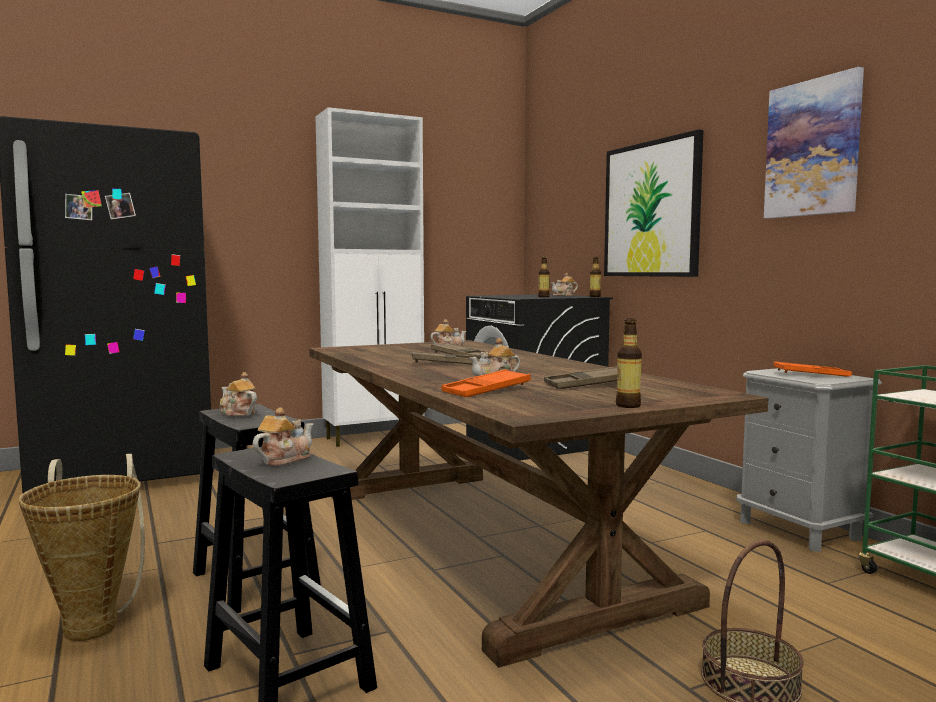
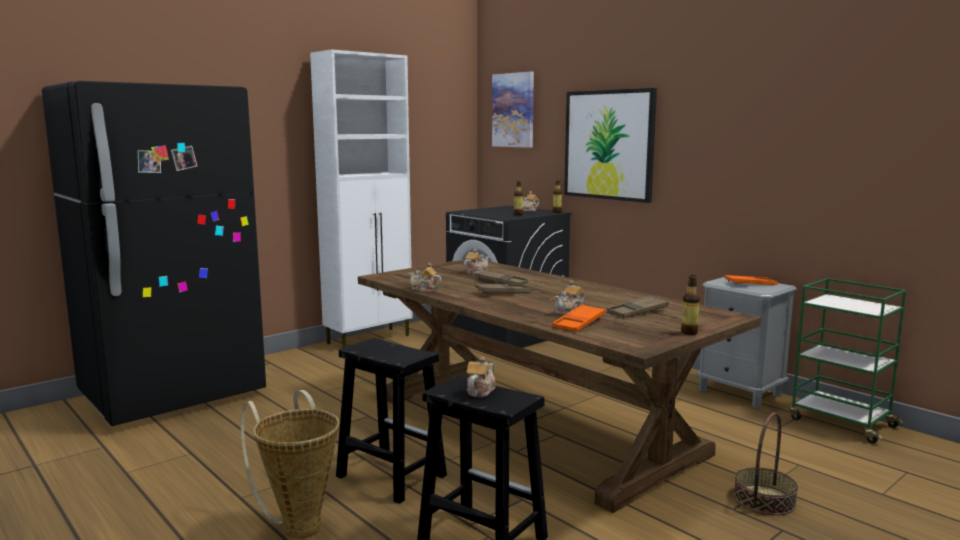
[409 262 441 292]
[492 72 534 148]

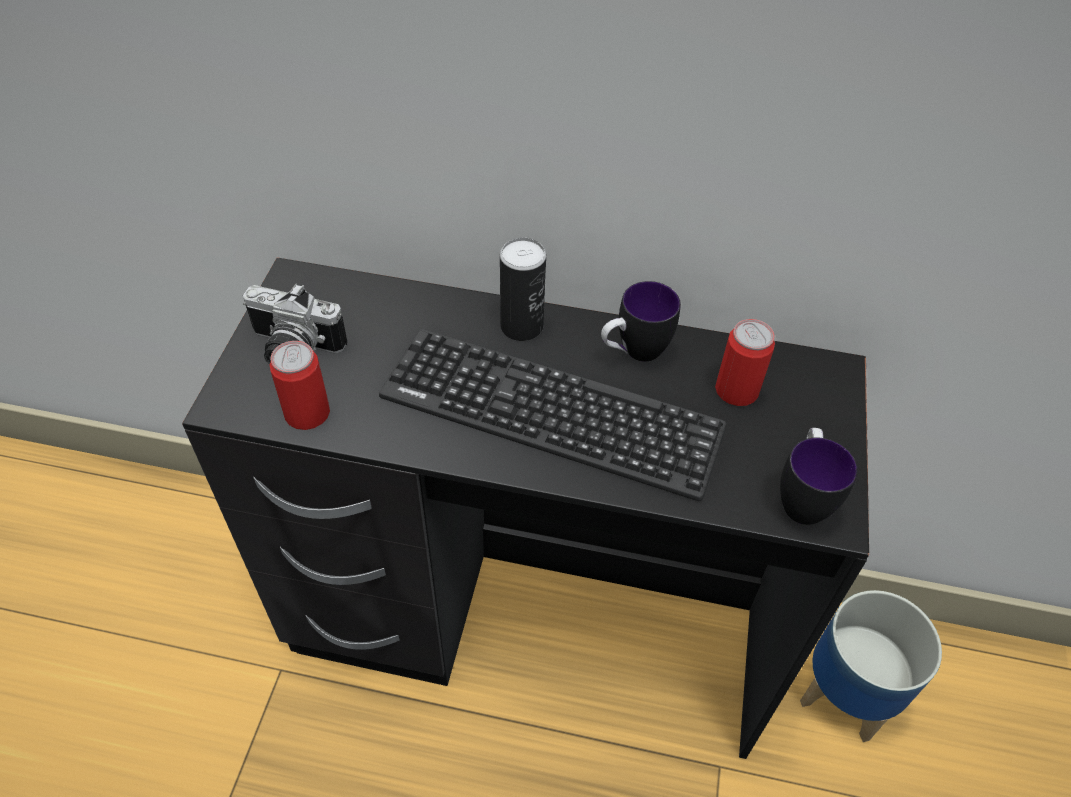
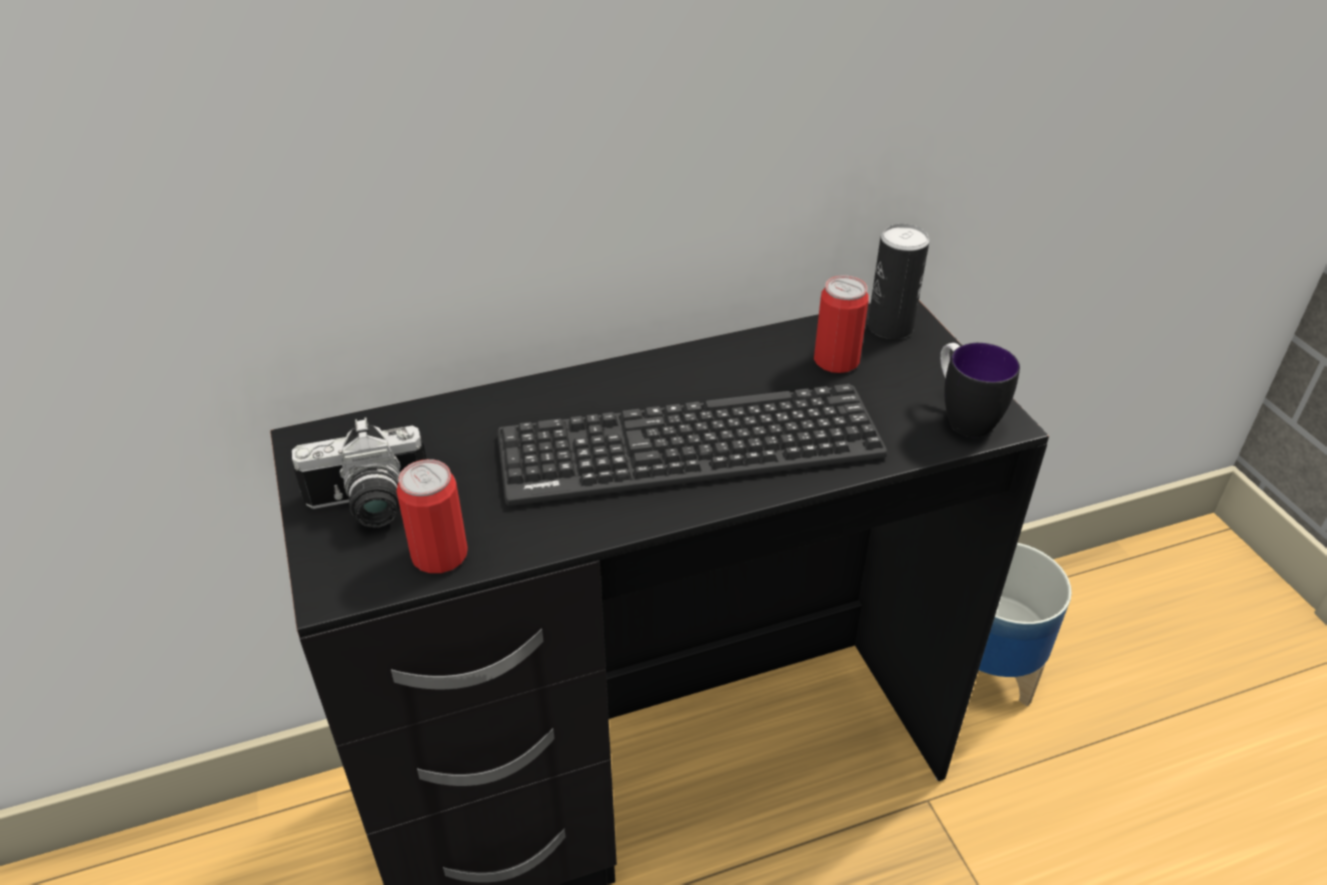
[868 224 930 339]
[601 281 681 362] (first image)

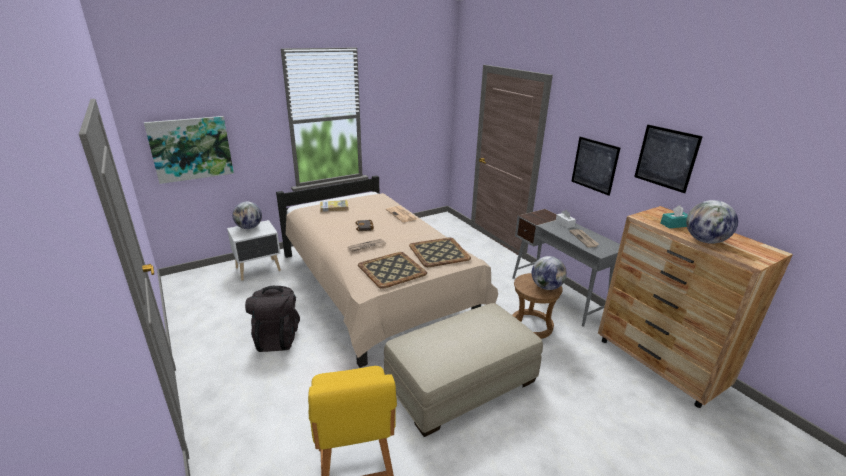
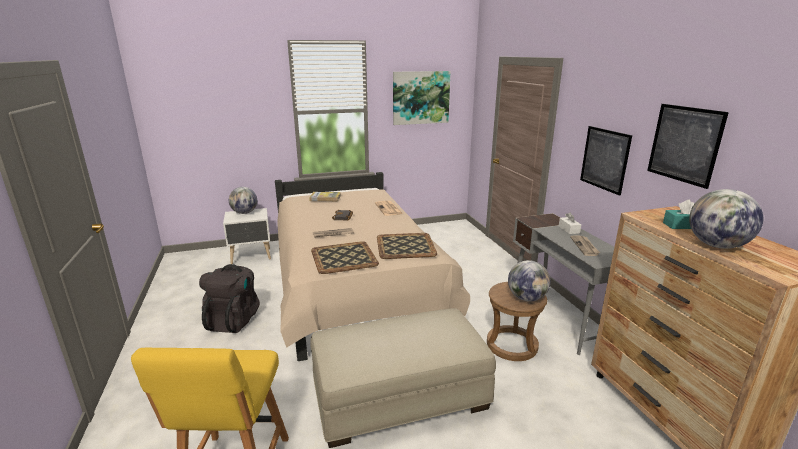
[393 71 451 125]

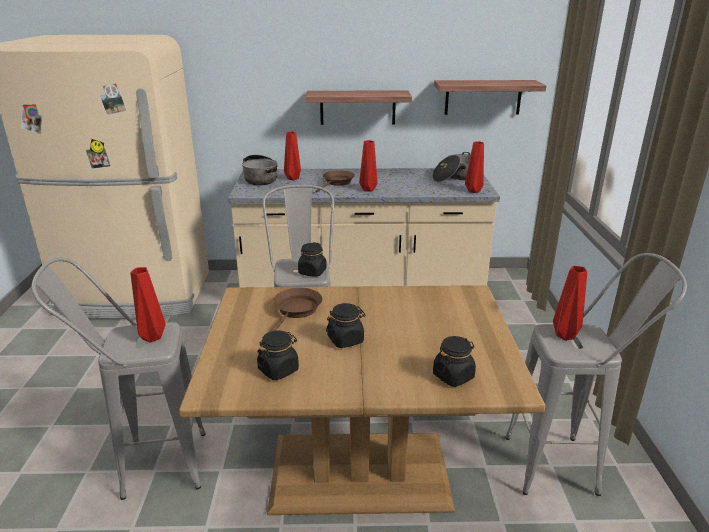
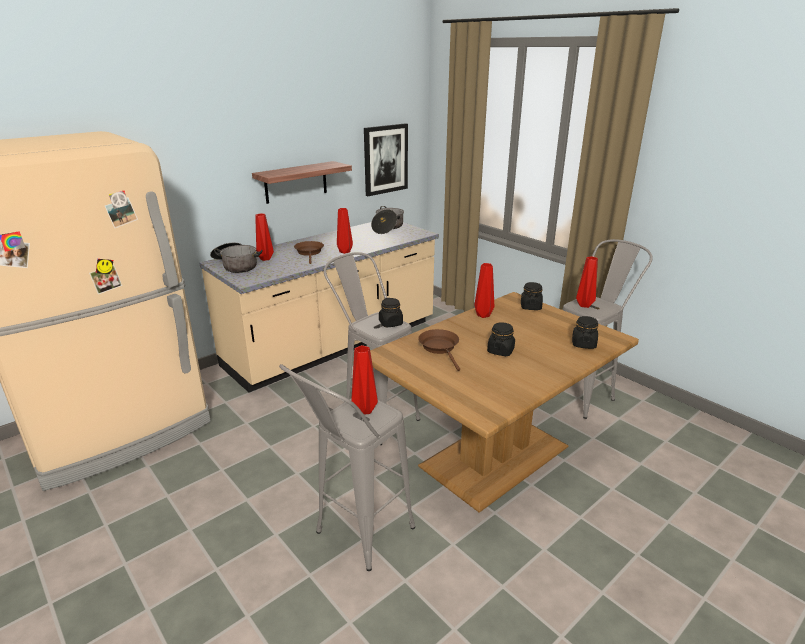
[364 123 408 196]
[474 263 494 318]
[521 282 543 310]

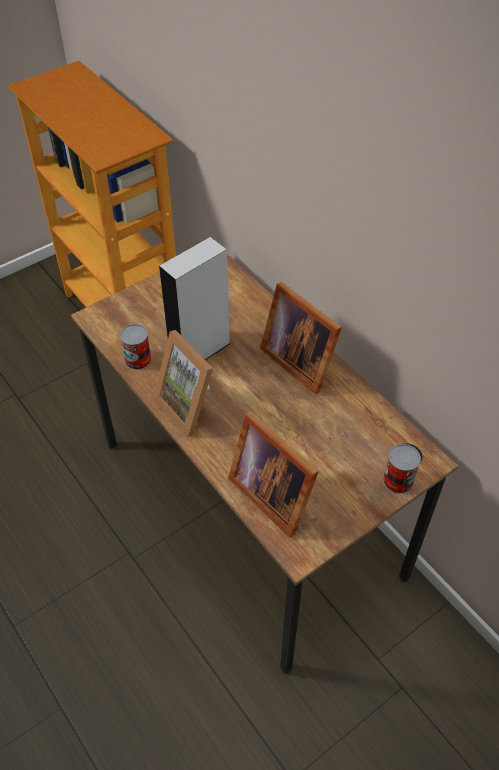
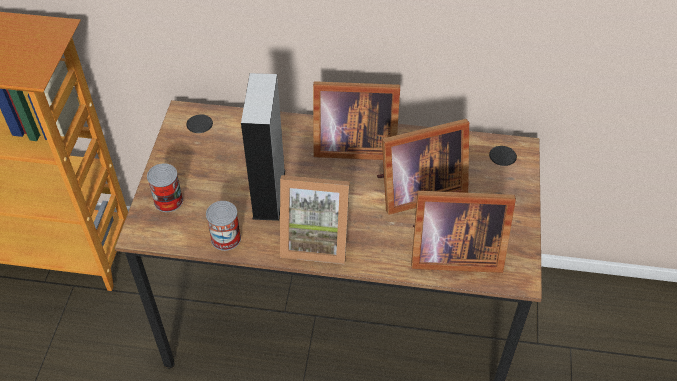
[147 163 183 212]
[377 119 469 215]

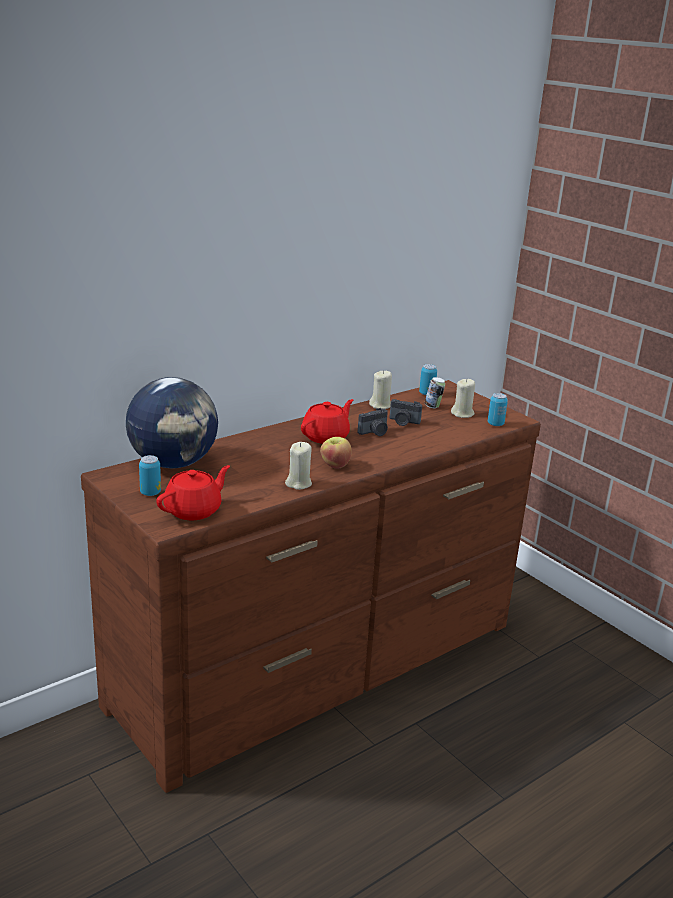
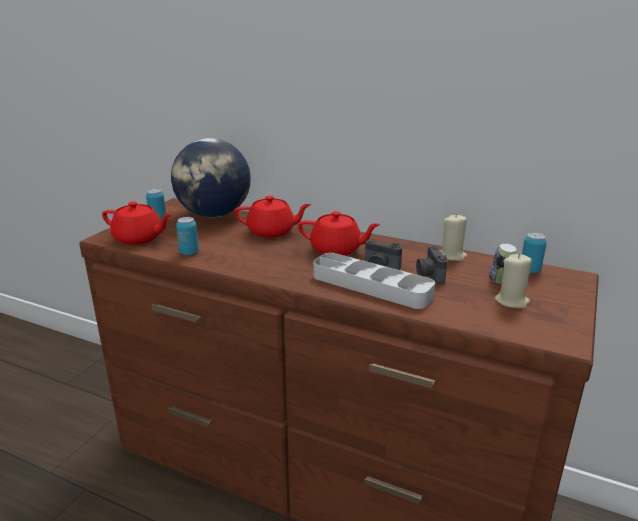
[176 217 199 255]
[234 196 311 238]
[313 253 435 309]
[285 442 312 490] (first image)
[320 437 352 469] (first image)

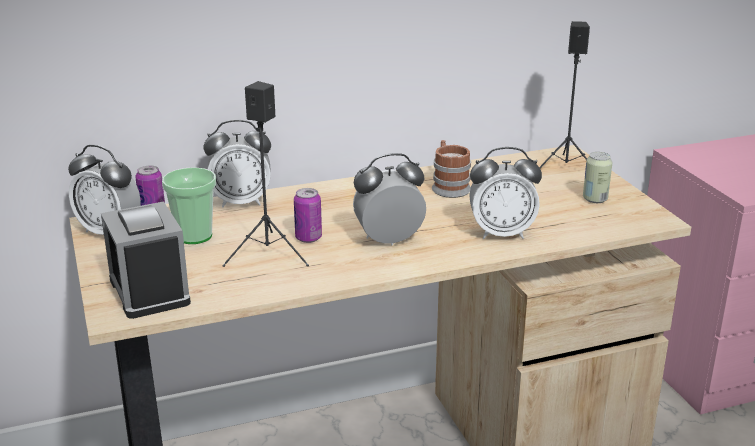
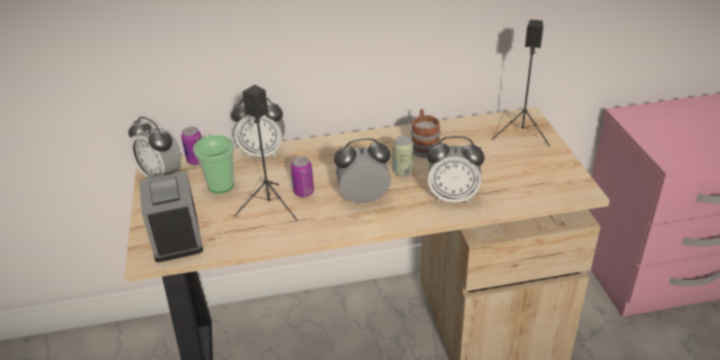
[393 136 413 176]

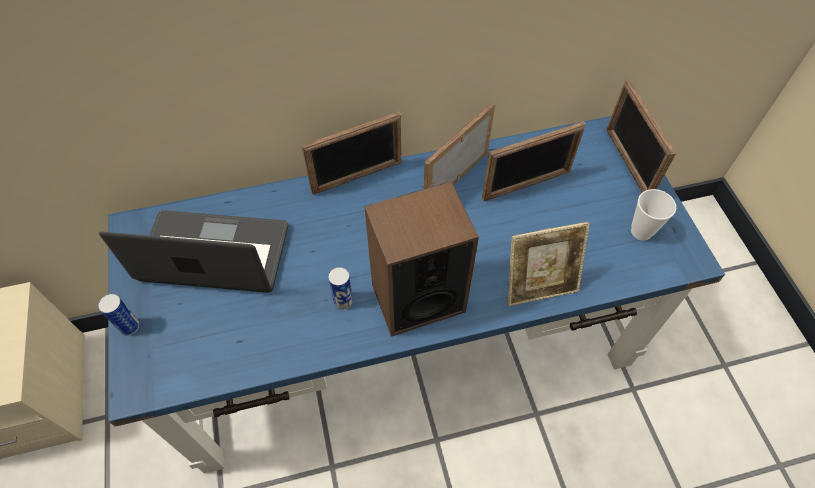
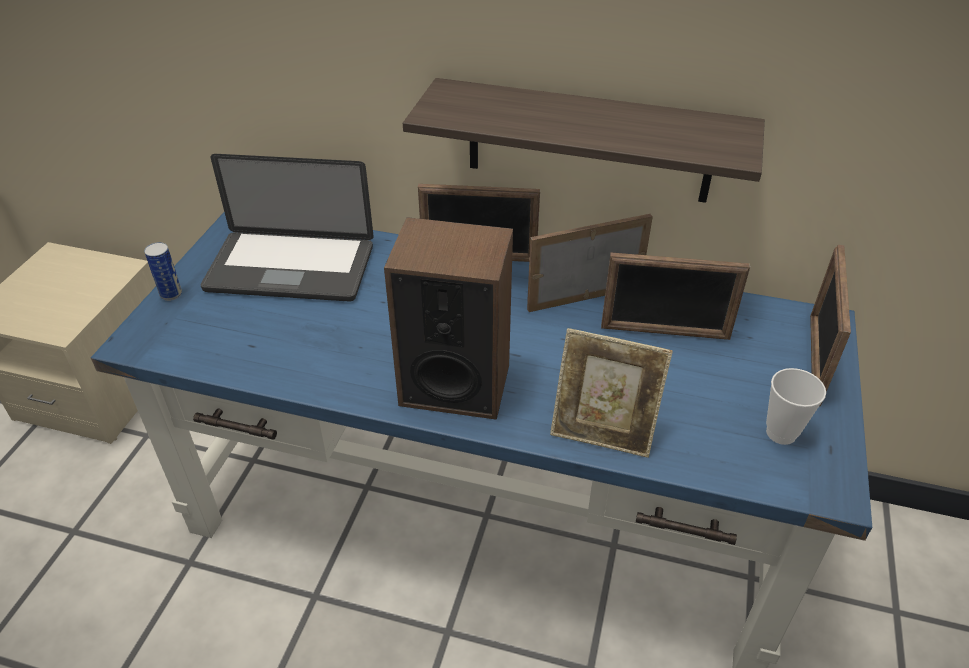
[201 154 374 301]
[403 78 765 203]
[328 267 353 309] (first image)

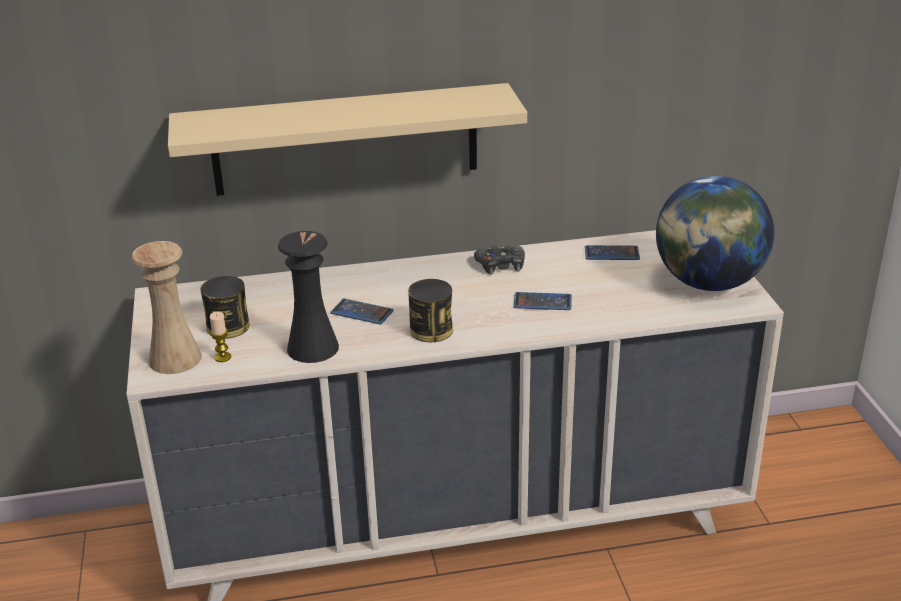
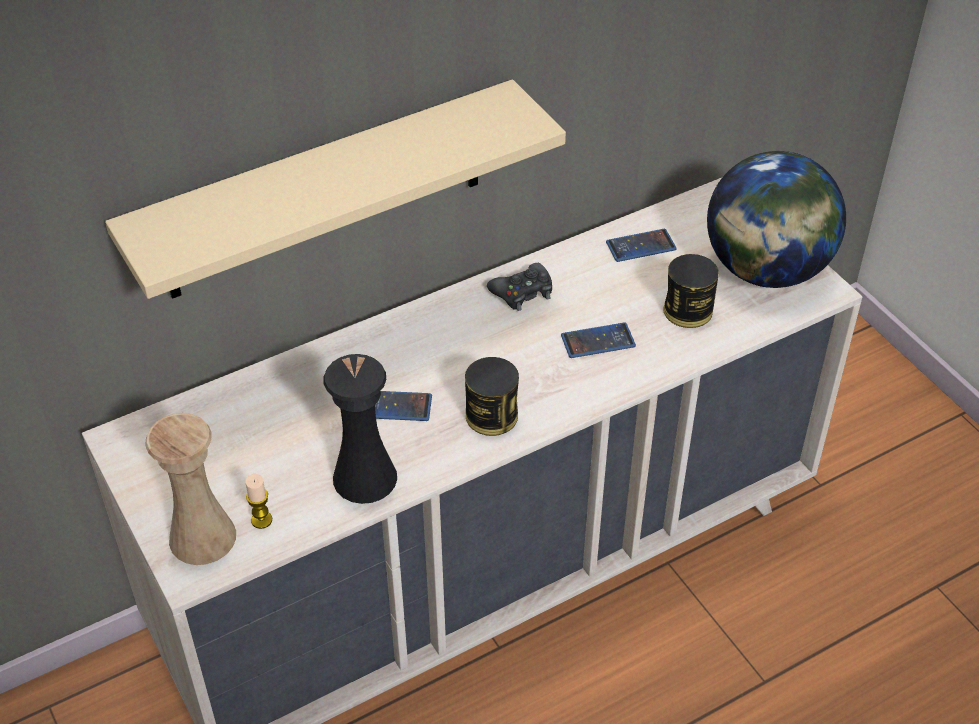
[663 254 719 328]

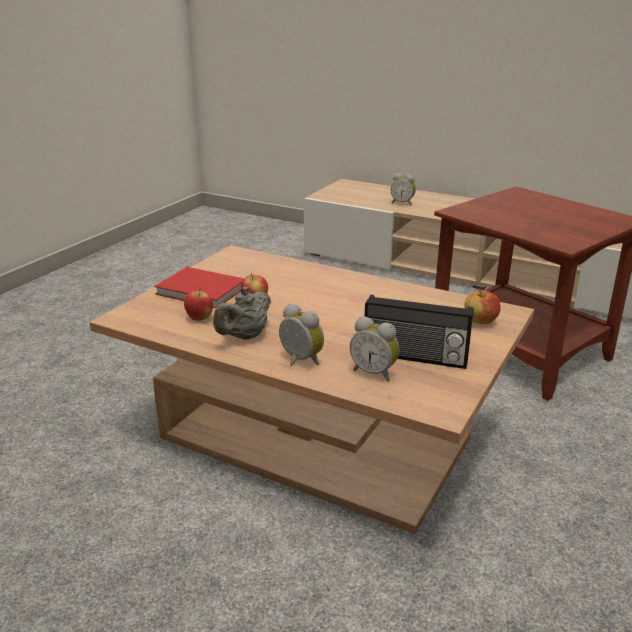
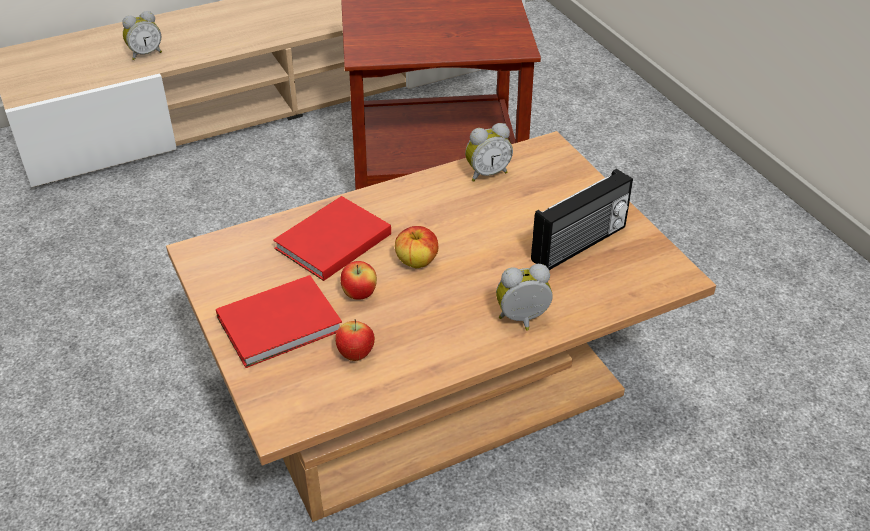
[273 196 391 281]
[395 226 438 268]
[465 123 513 182]
[213 287 271 340] (first image)

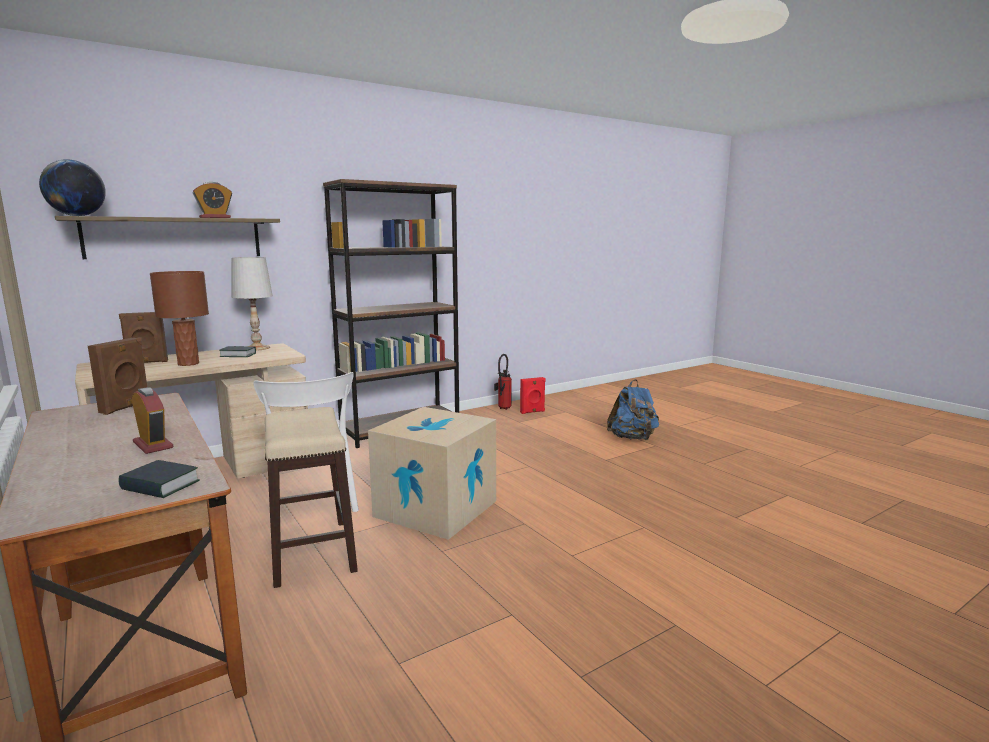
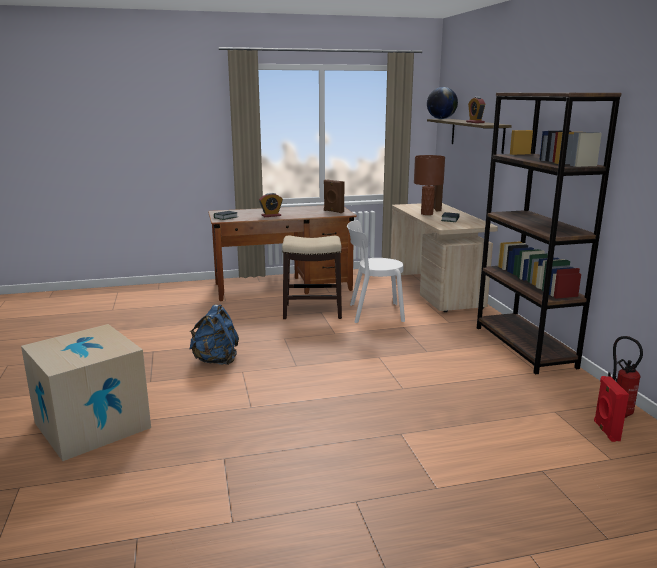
[21 324 151 461]
[189 304 239 365]
[231 257 273 351] (first image)

